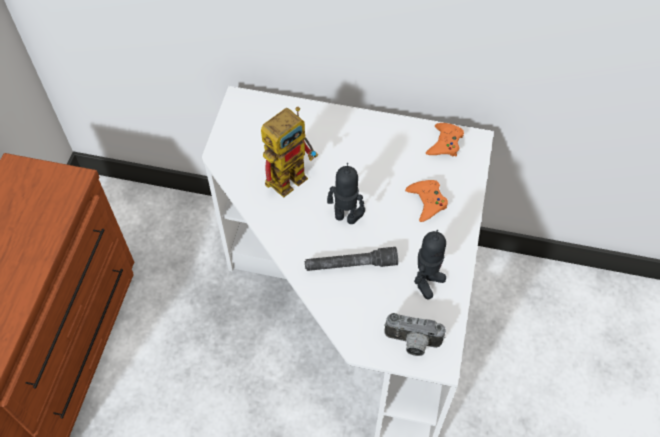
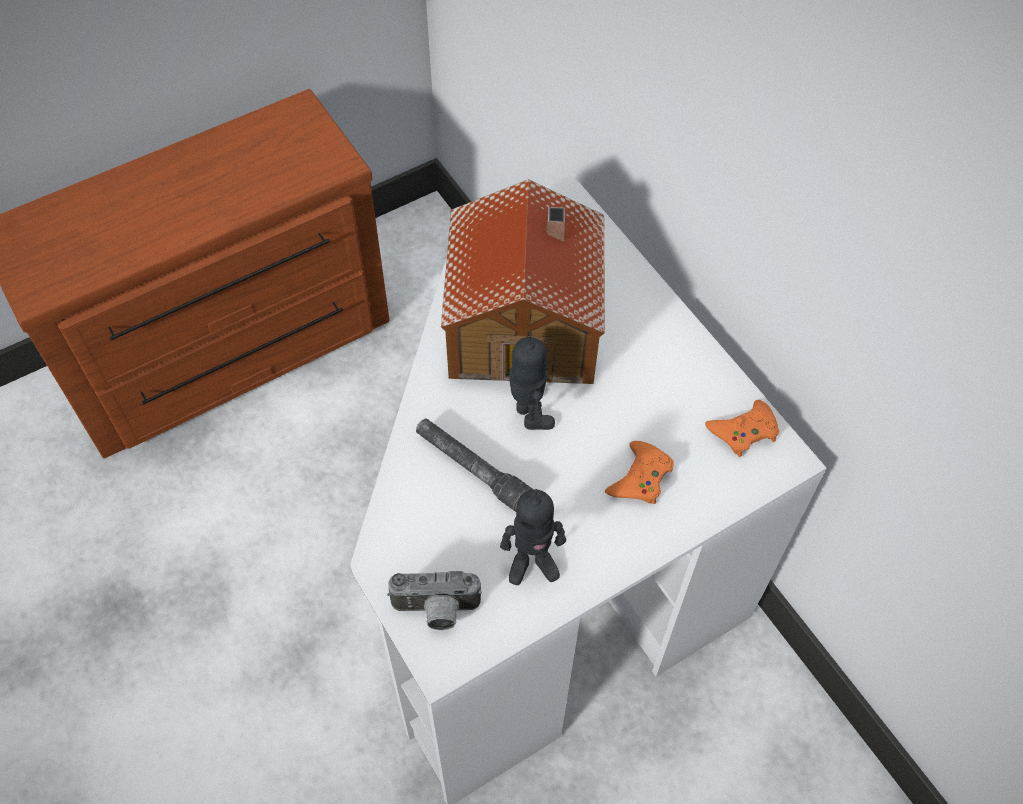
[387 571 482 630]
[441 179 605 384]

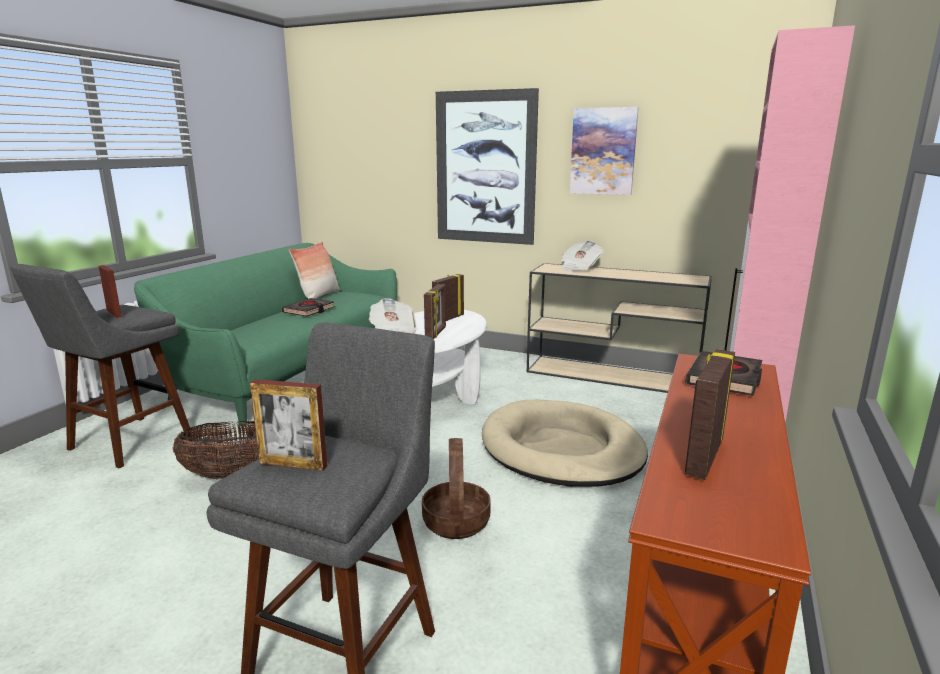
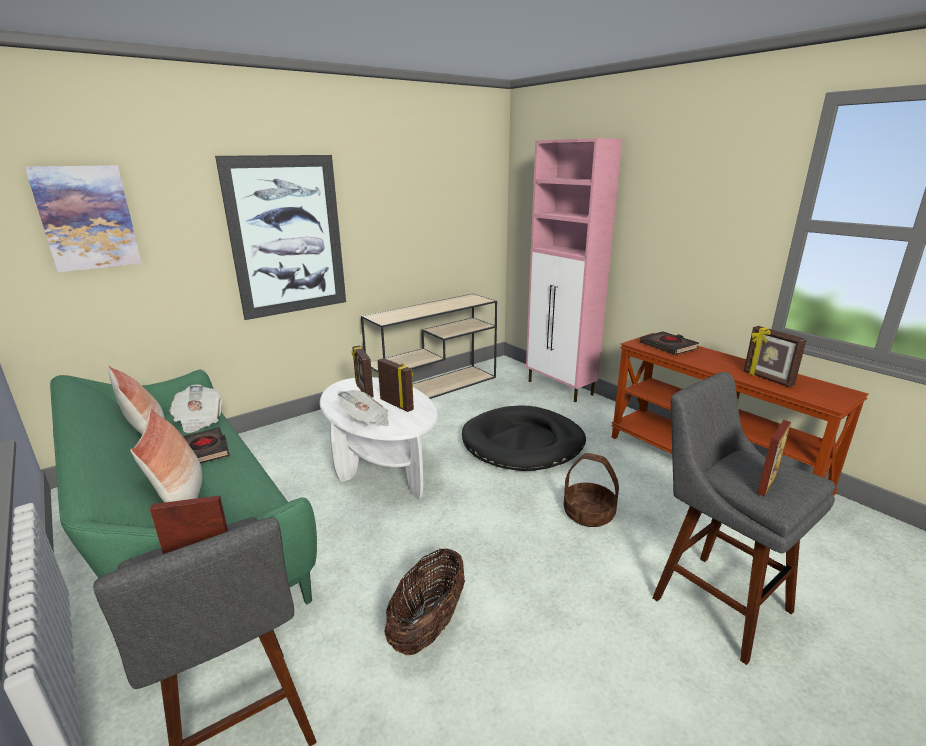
[25 165 142 272]
[131 408 203 502]
[169 384 222 433]
[462 405 586 471]

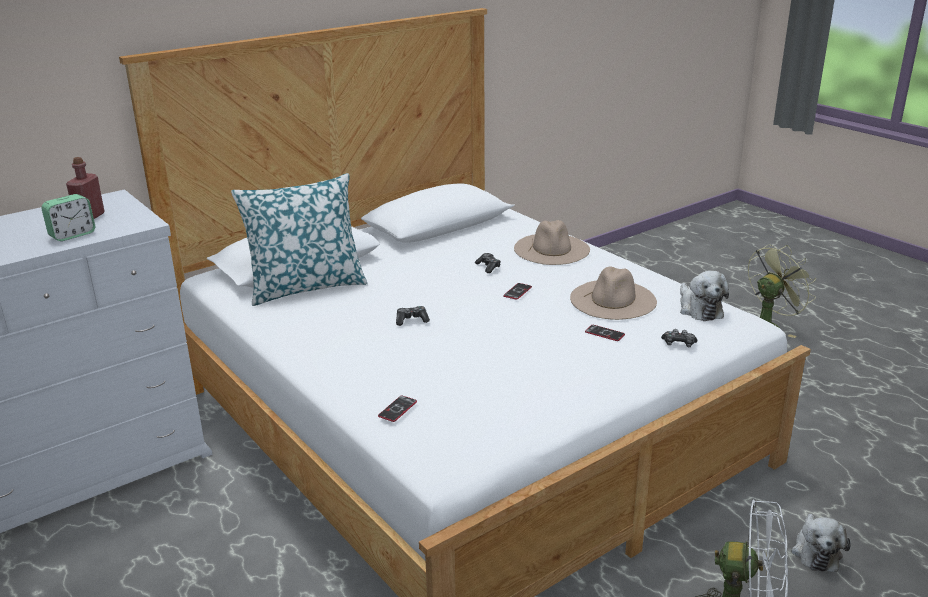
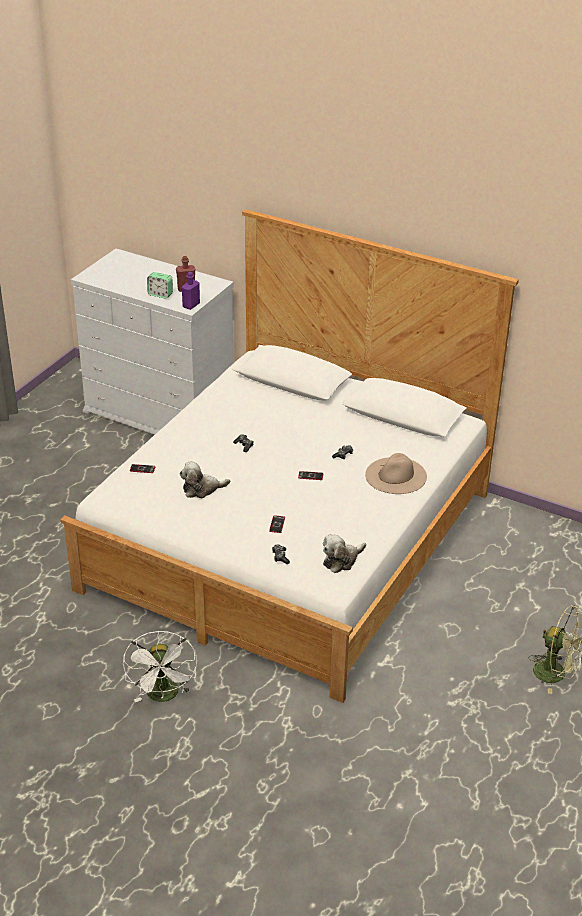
[180 461 230 498]
[182 272 200 310]
[231 173 368 306] (first image)
[570 267 657 320] (first image)

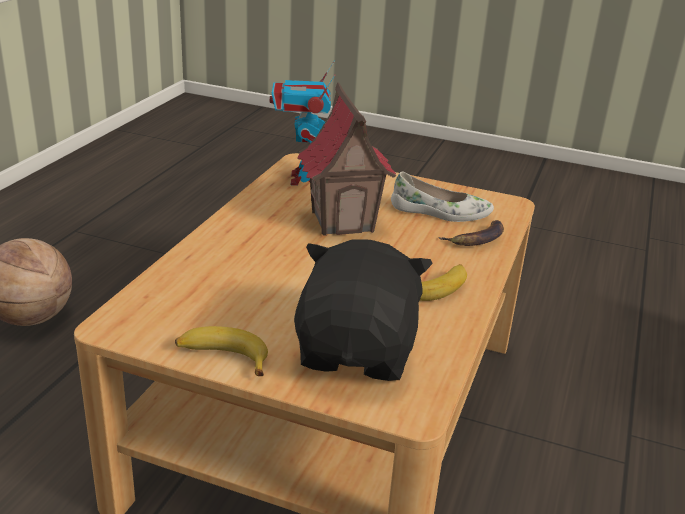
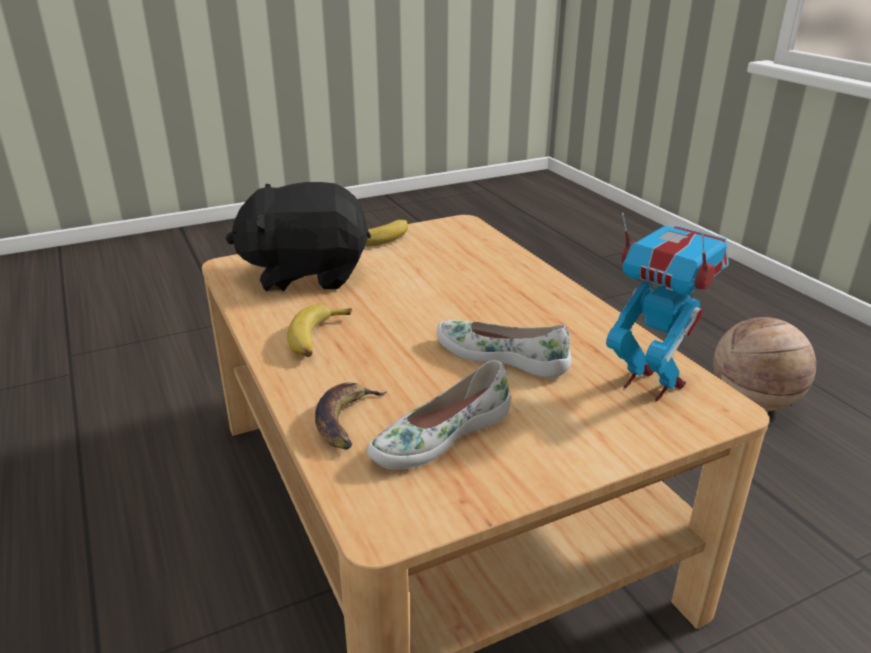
[226 182 371 292]
[436 320 571 378]

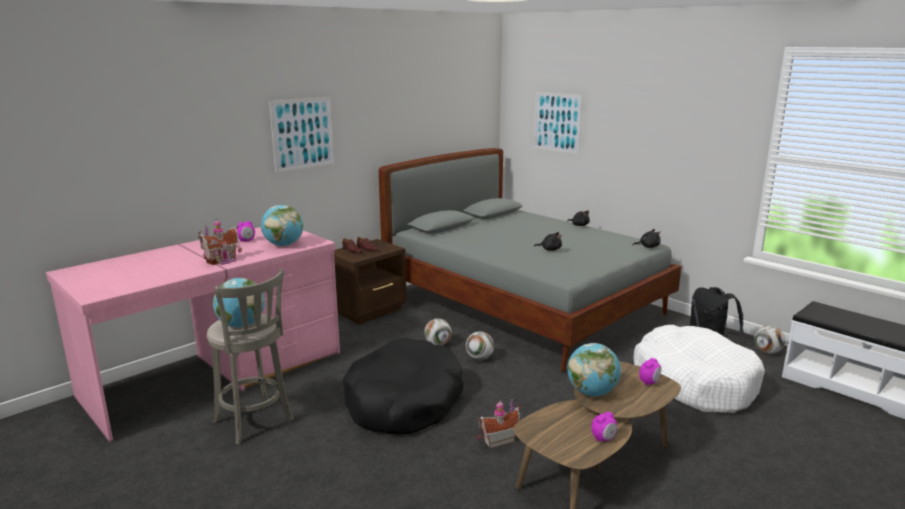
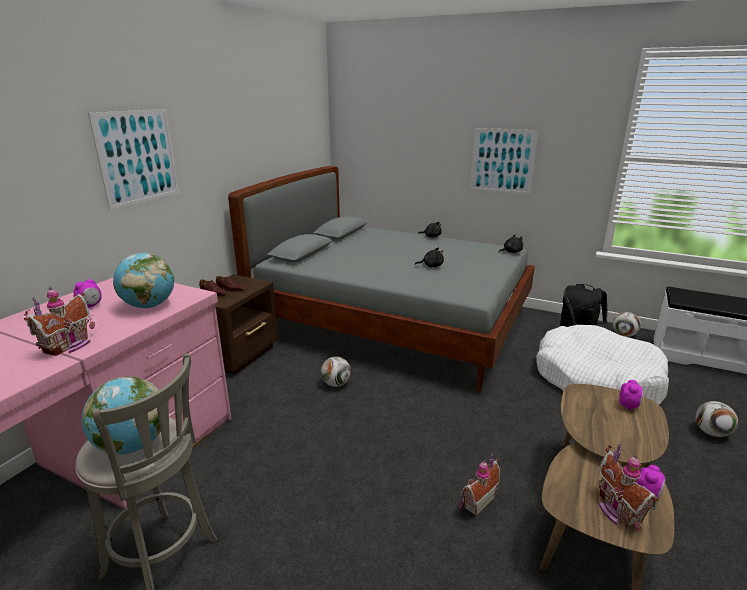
[470 128 538 195]
[598 444 659 530]
[695 401 738 437]
[343 338 464 434] (first image)
[567 343 621 396] (first image)

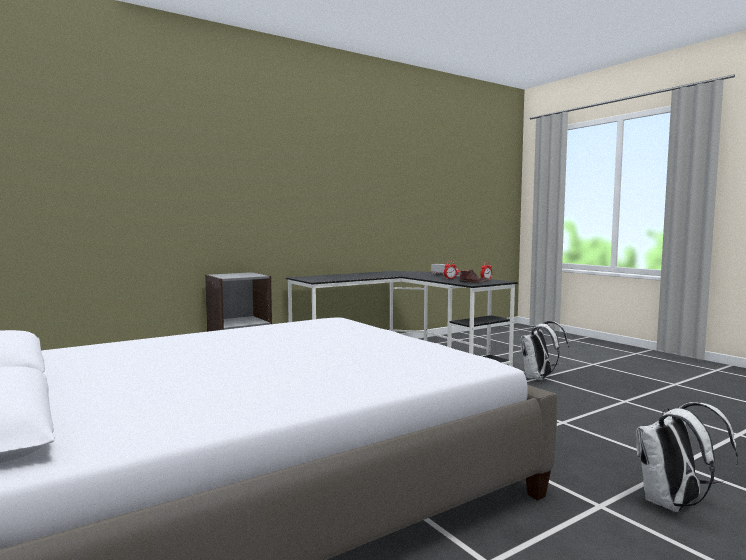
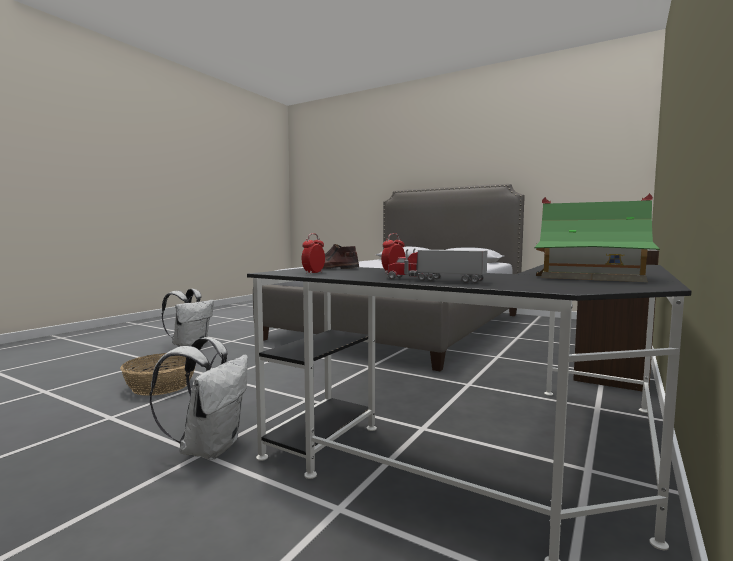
[120 353 196 396]
[534 193 660 282]

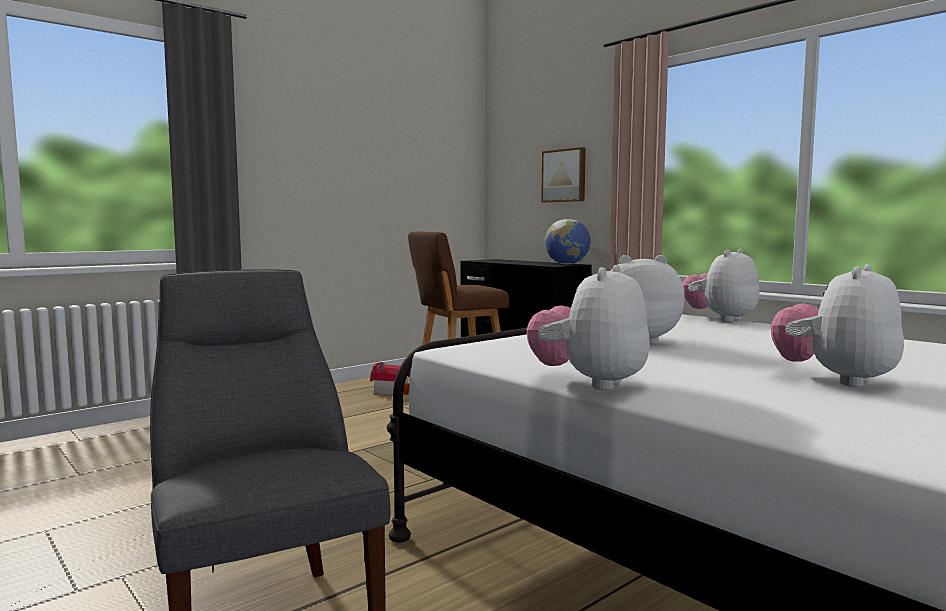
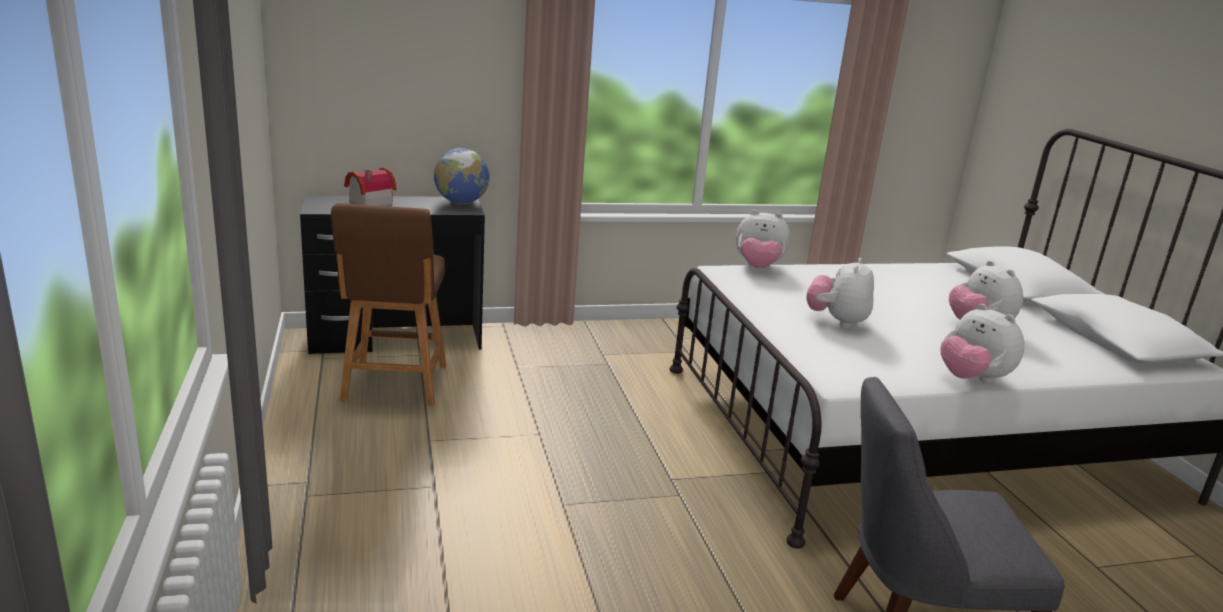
[344 168 397 206]
[736 210 790 268]
[541 147 586 202] (first image)

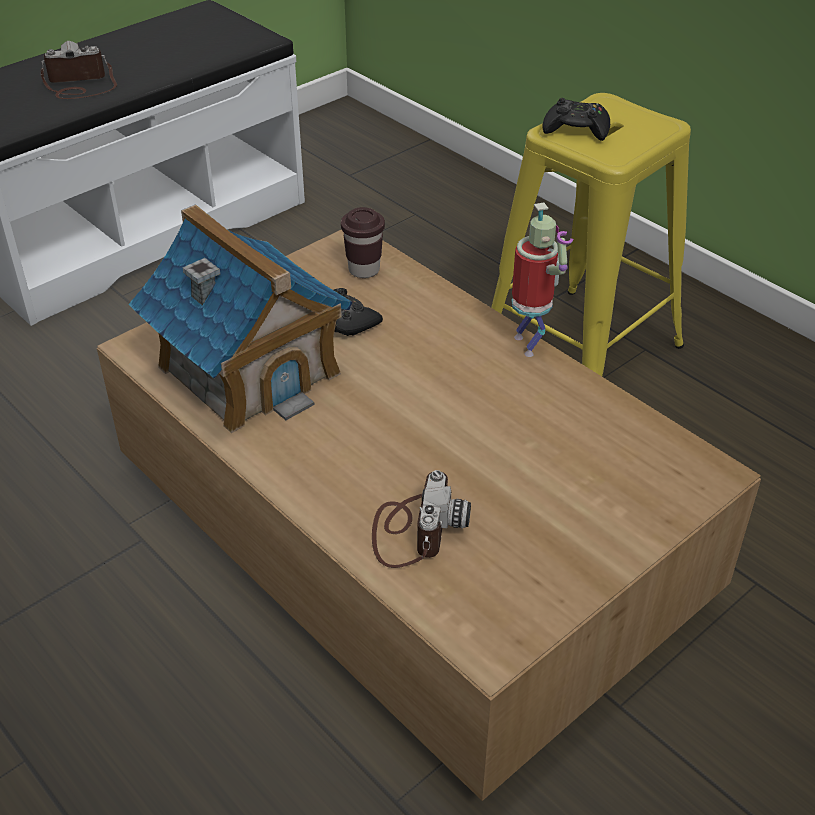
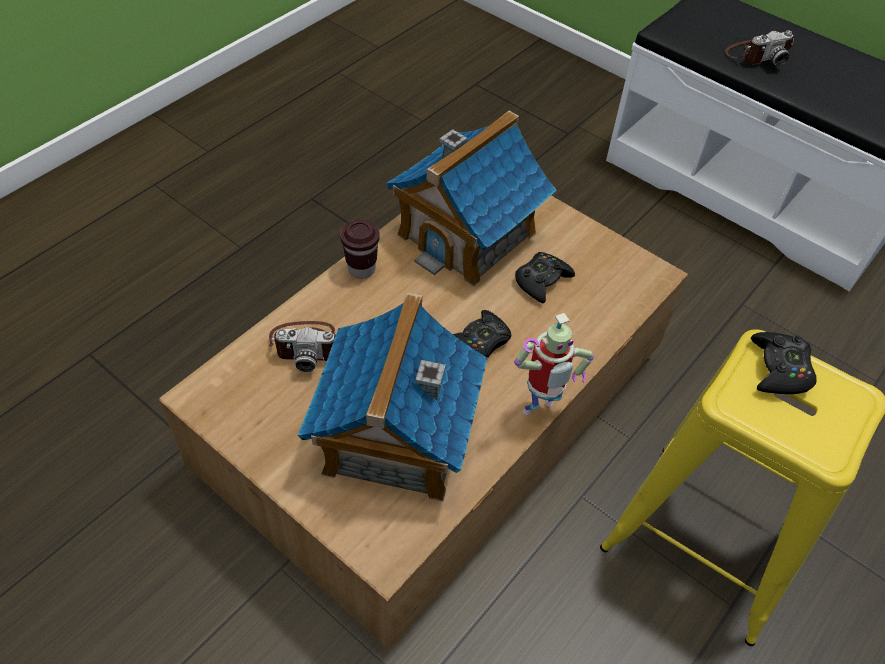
[298 293 487 501]
[340 220 380 279]
[453 310 511 357]
[725 30 794 66]

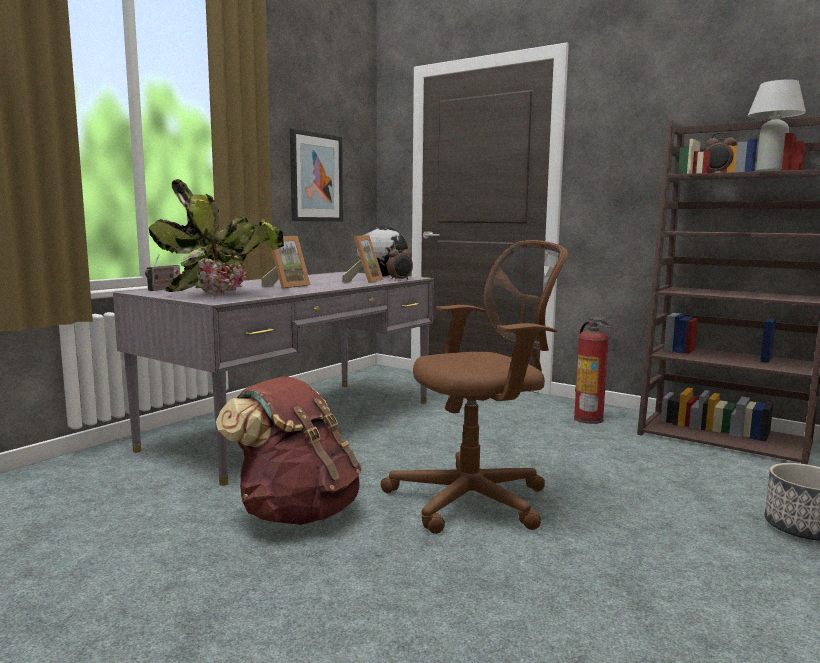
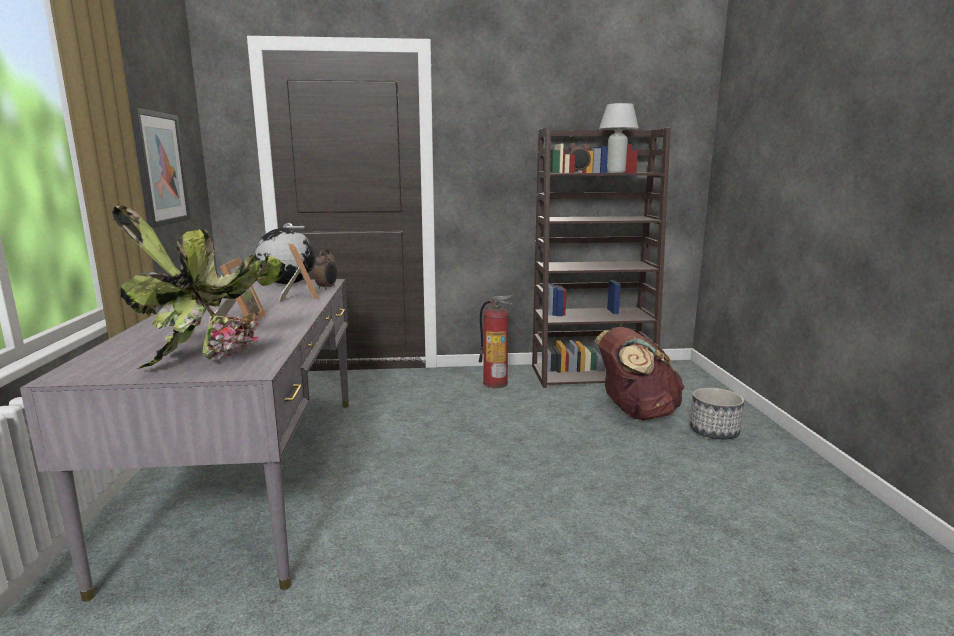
[595 327 685 420]
[145 254 180 291] (first image)
[381 240 568 534] (first image)

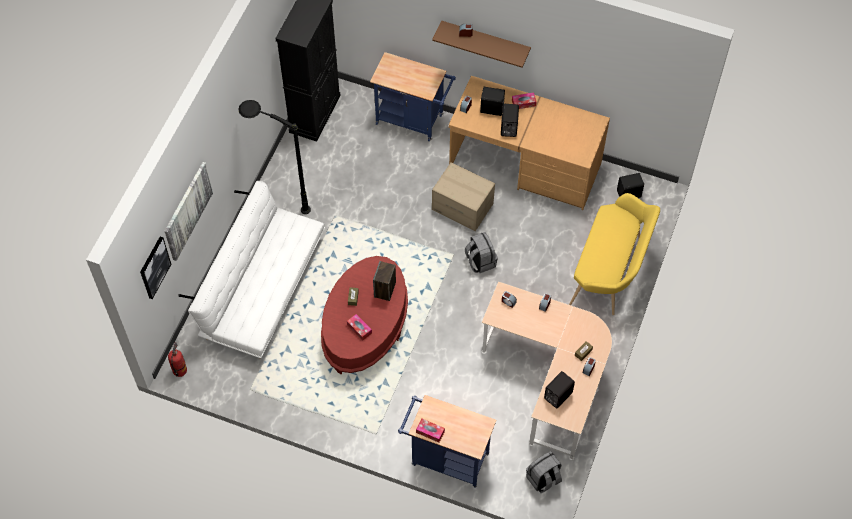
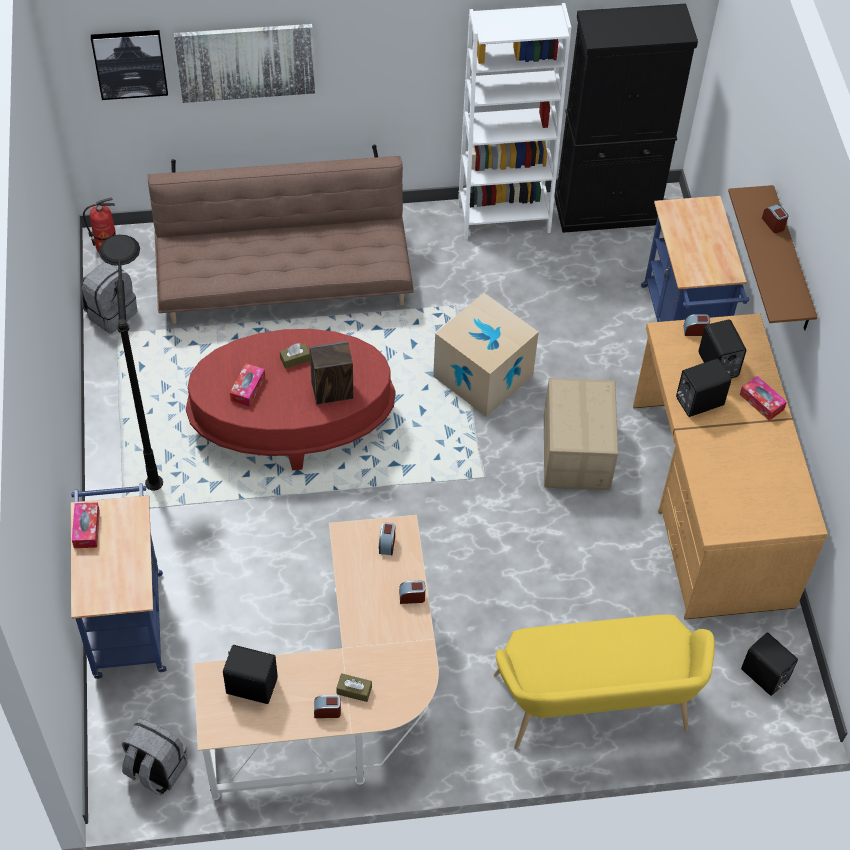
[81 262 138 334]
[99 235 163 491]
[147 145 414 324]
[433 293 539 417]
[458 3 571 240]

